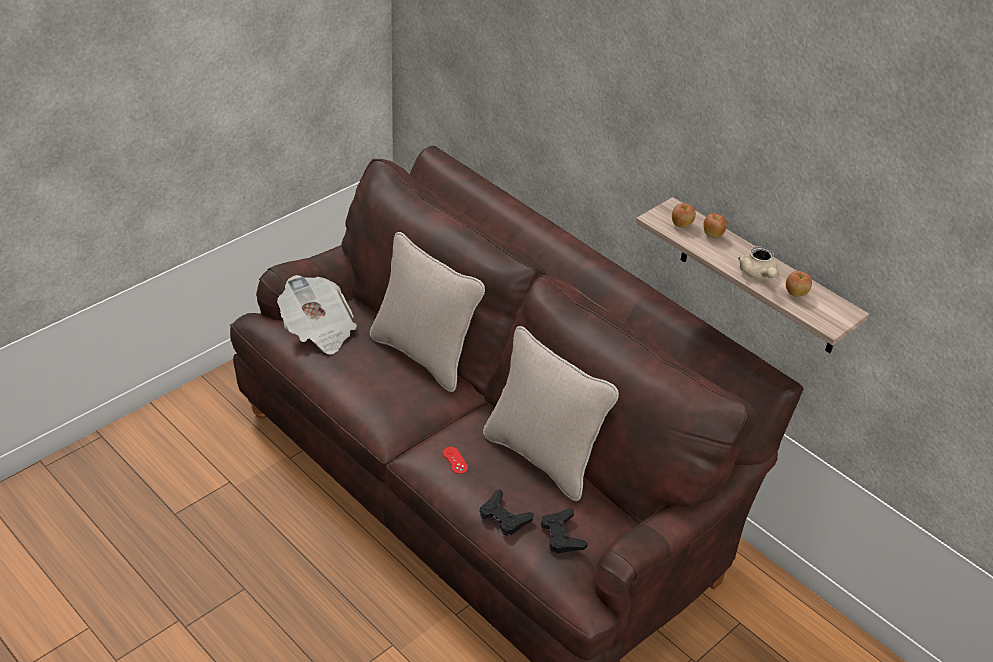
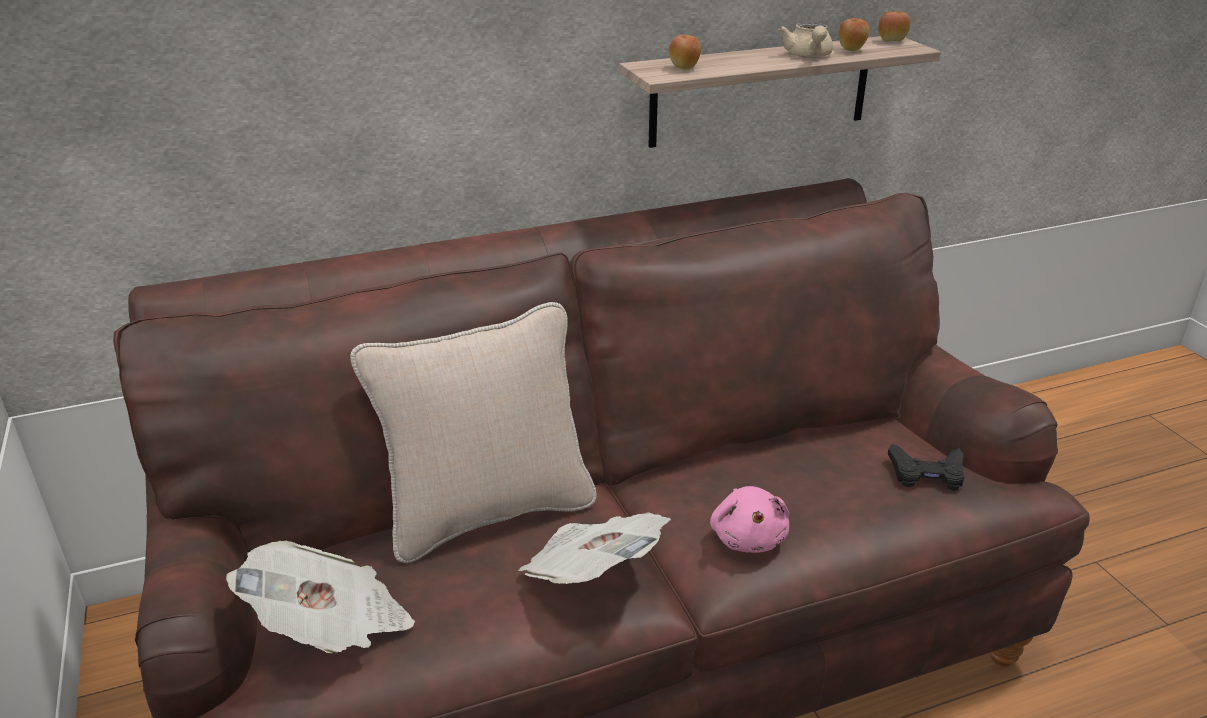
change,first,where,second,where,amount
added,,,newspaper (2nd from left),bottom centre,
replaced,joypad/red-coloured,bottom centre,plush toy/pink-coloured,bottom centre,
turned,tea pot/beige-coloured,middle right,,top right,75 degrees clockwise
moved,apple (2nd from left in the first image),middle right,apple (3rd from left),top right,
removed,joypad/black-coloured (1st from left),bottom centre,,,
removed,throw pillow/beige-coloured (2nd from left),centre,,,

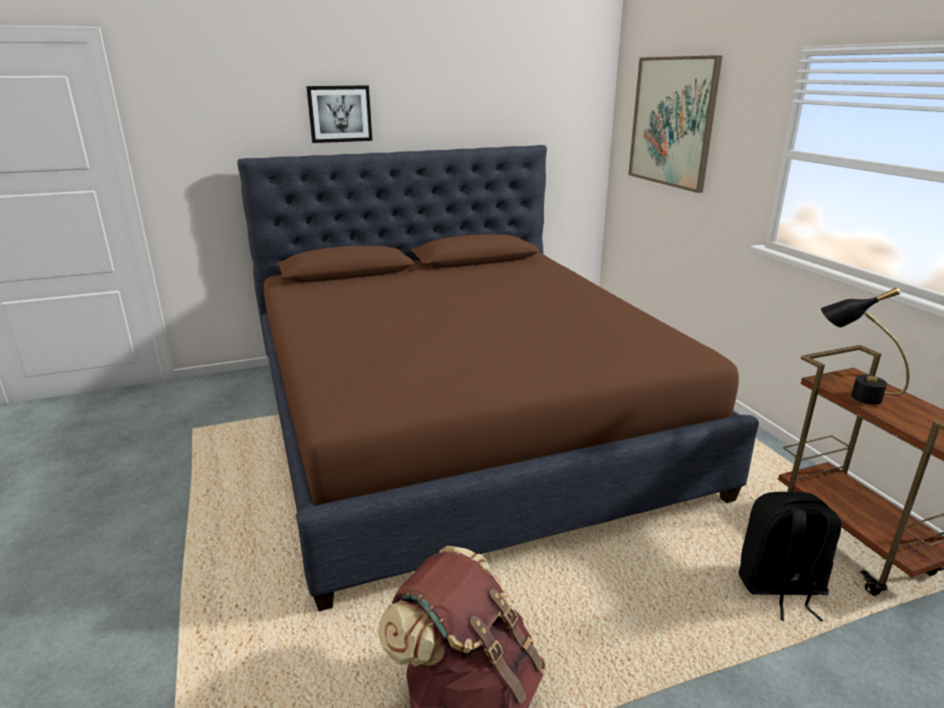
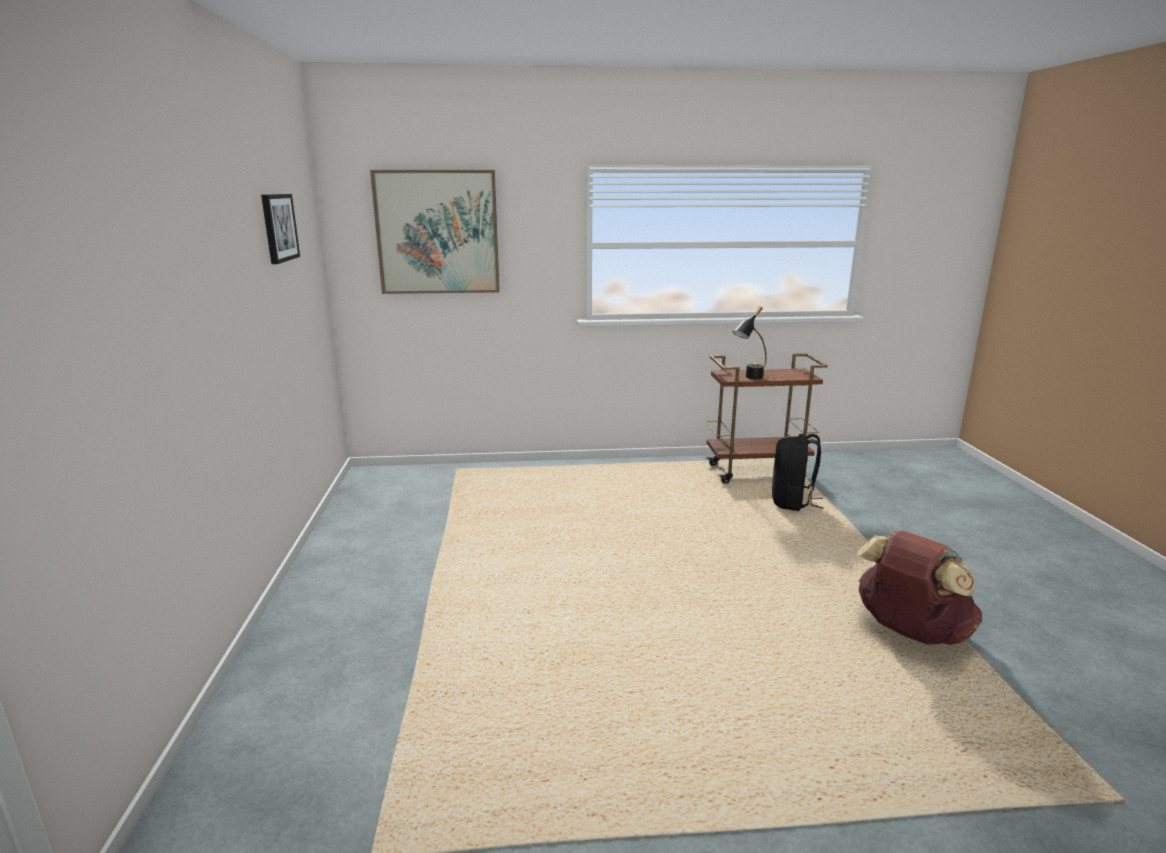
change,first,where,second,where,amount
moved,picture (1st from left),top centre,,top left,
removed,bedroom bed/brownish,centre,,,

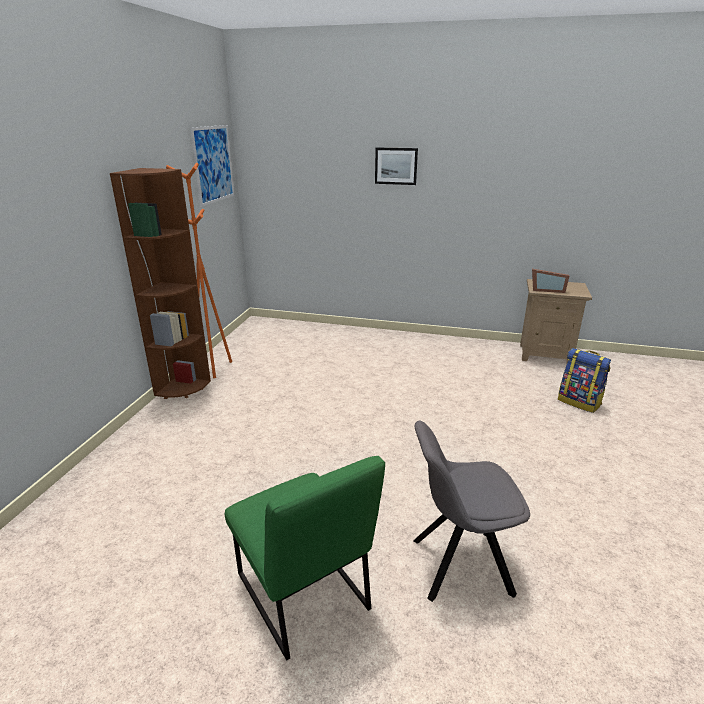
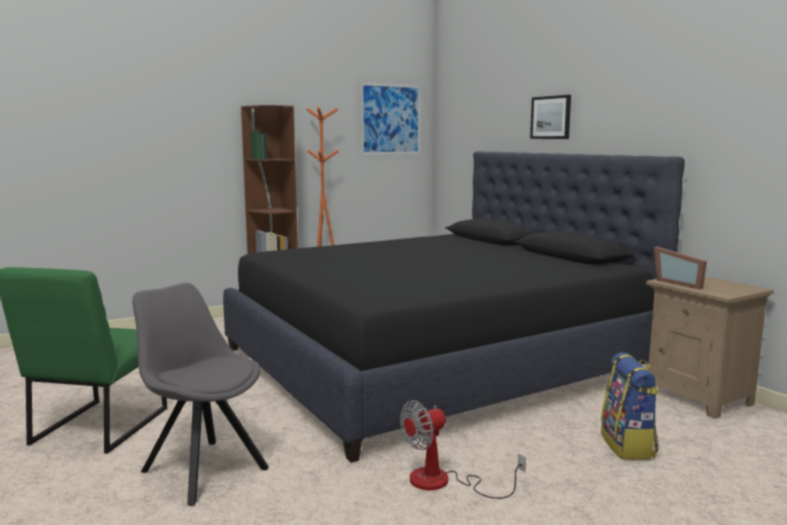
change,first,where,second,where,amount
added,,,bedroom bed/black-coloured,centre,
added,,,electric fan,bottom centre,

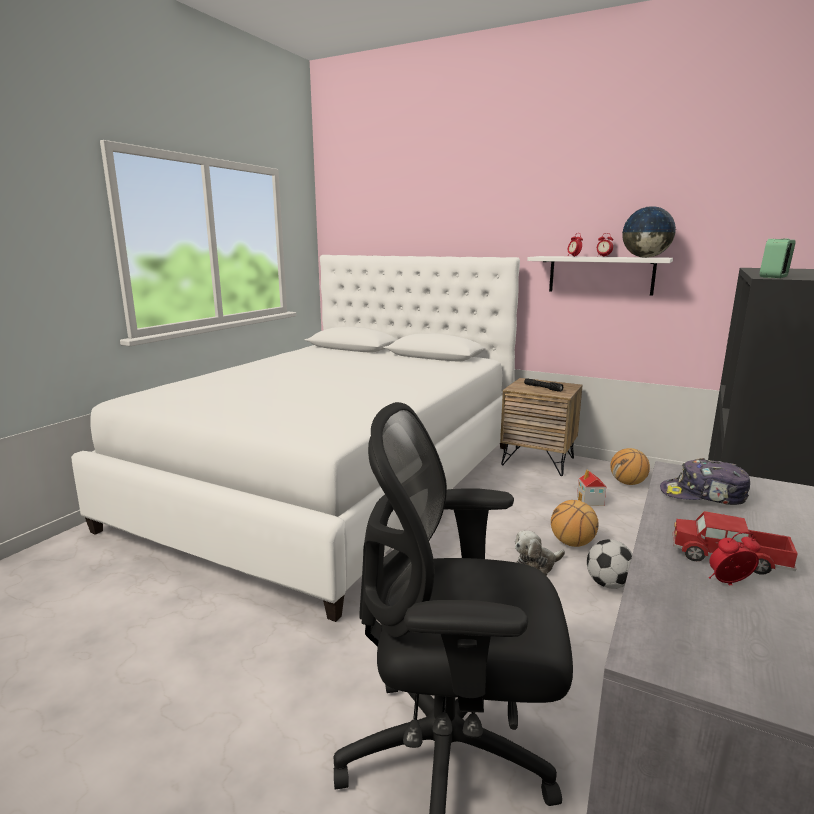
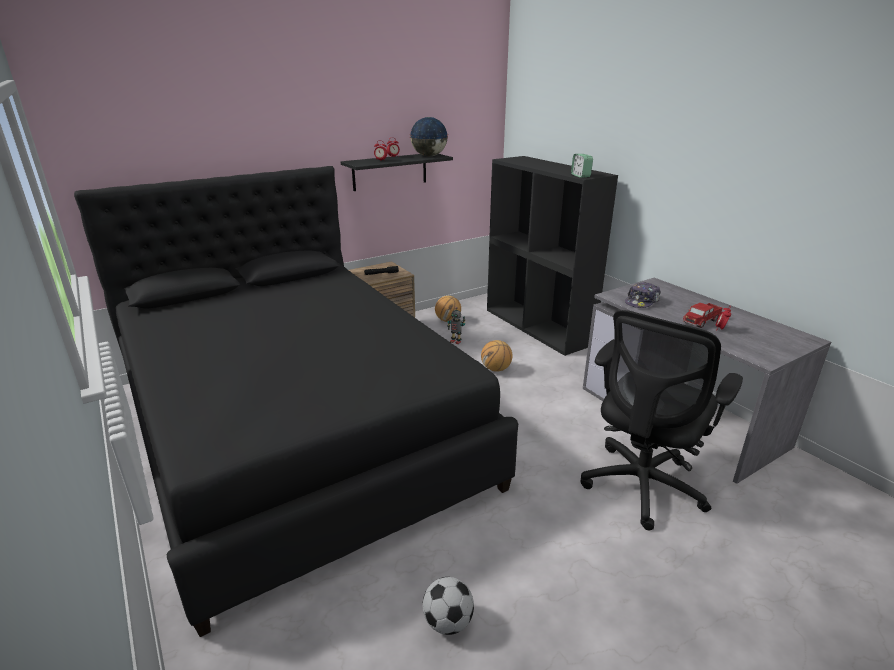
change,first,where,second,where,amount
recoloured,bedroom bed/white-coloured,centre,bedroom bed/black-coloured,middle left,
recoloured,bracket shelf/white-coloured,middle right,bracket shelf/black-coloured,top centre,
moved,football,bottom right,,bottom centre,
replaced,toy house,middle right,robot figure,centre,
removed,plush toy,bottom centre,,,

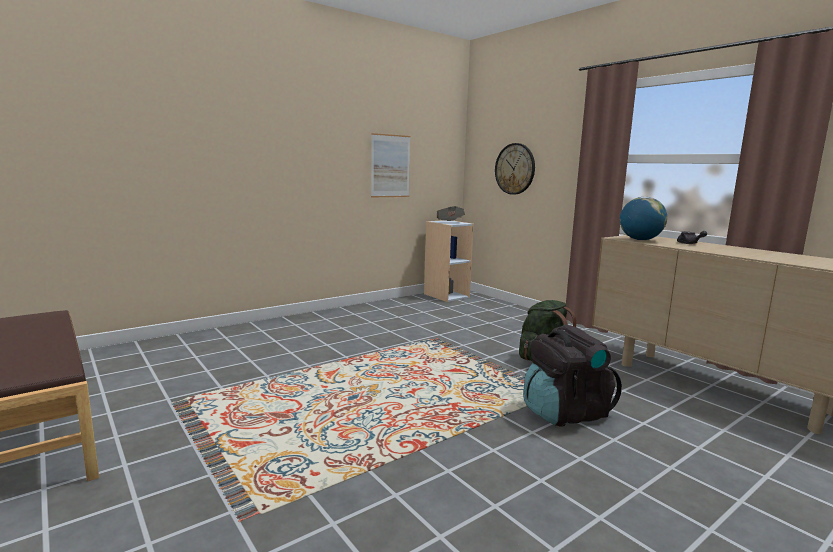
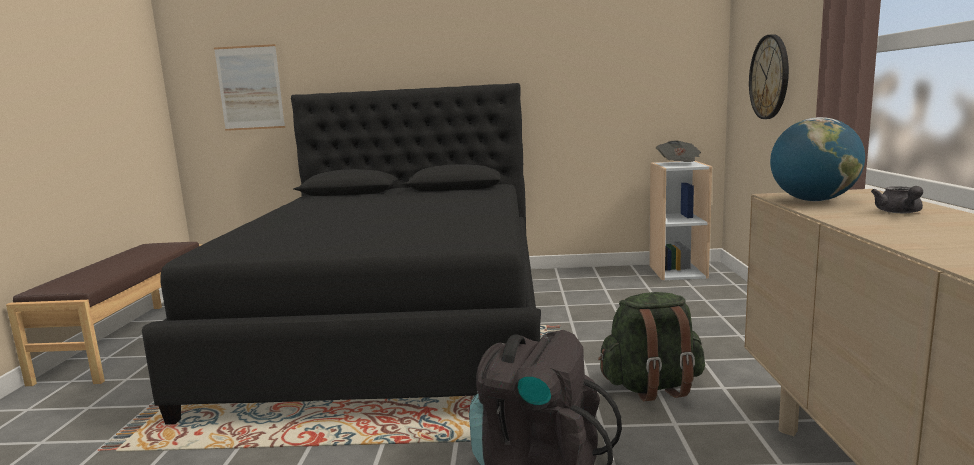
change,first,where,second,where,amount
added,,,bedroom bed/black-coloured,centre,
moved,picture,top centre,,top left,

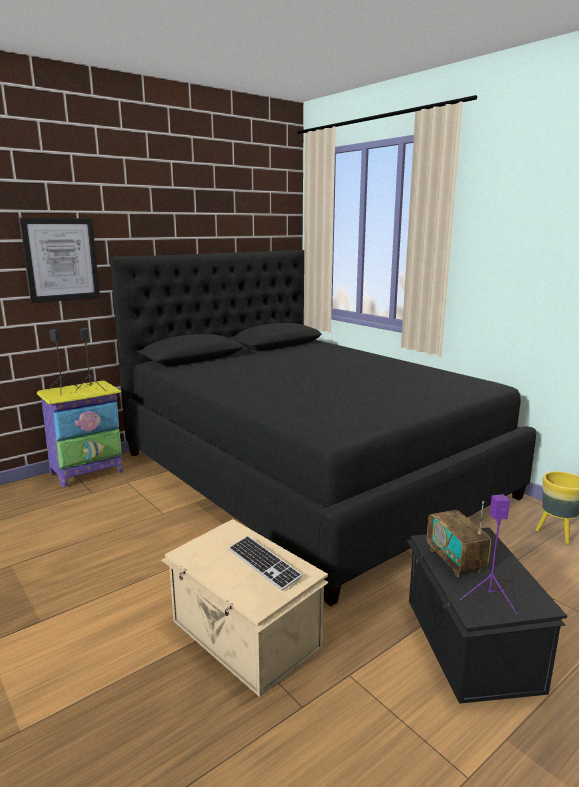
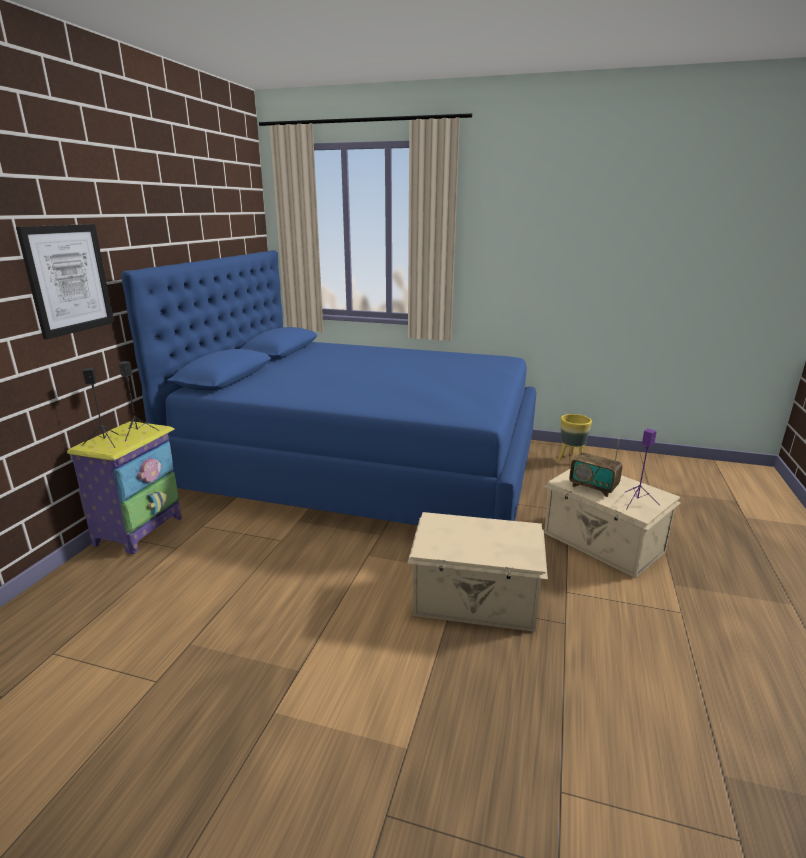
change,first,where,second,where,amount
recoloured,bedroom bed/black-coloured,centre,bedroom bed/blue-coloured,centre,
recoloured,storage container/black-coloured,bottom right,storage container/beige-coloured (2nd from left),middle right,
removed,PC keyboard,bottom centre,,,

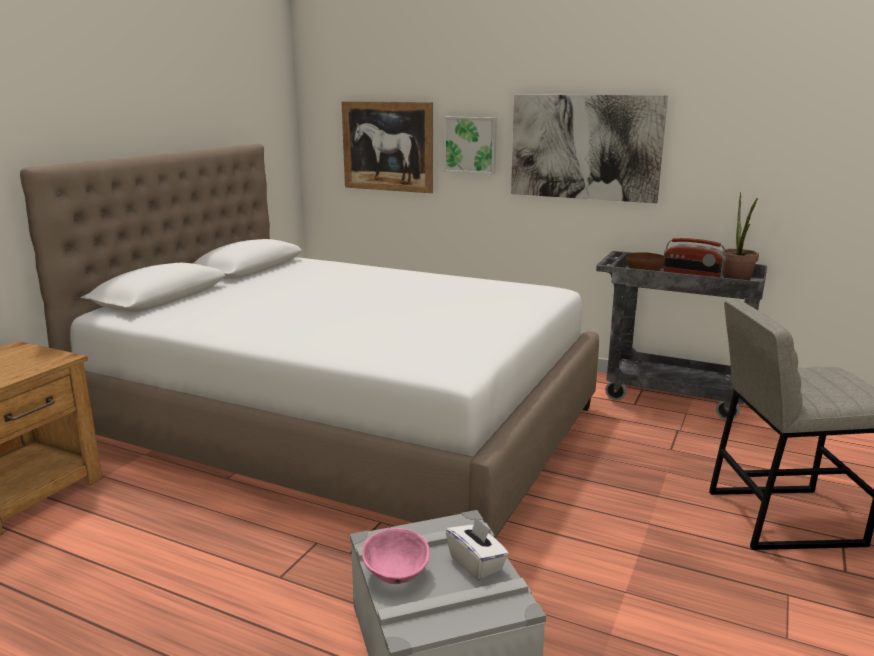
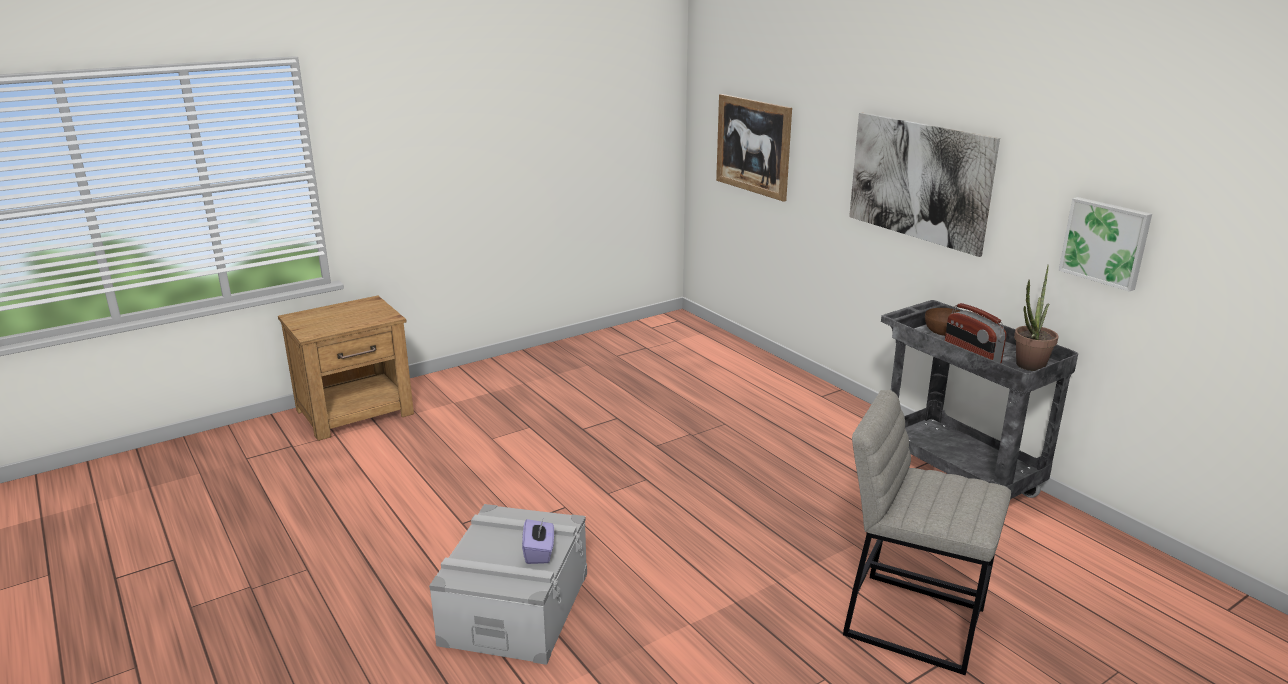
change,first,where,second,where,amount
recoloured,tissue box/white-coloured,bottom centre,tissue box/purple,bottom centre,
moved,picture (2nd from left in the first image),top centre,picture (3rd from left),middle right,
removed,bedroom bed/white-coloured,centre,,,
removed,serving bowl/pink-coloured,bottom centre,,,

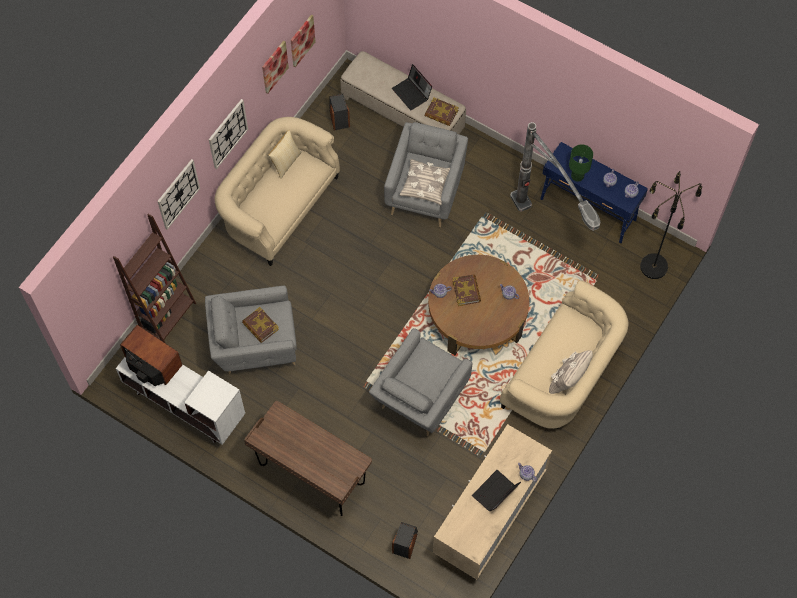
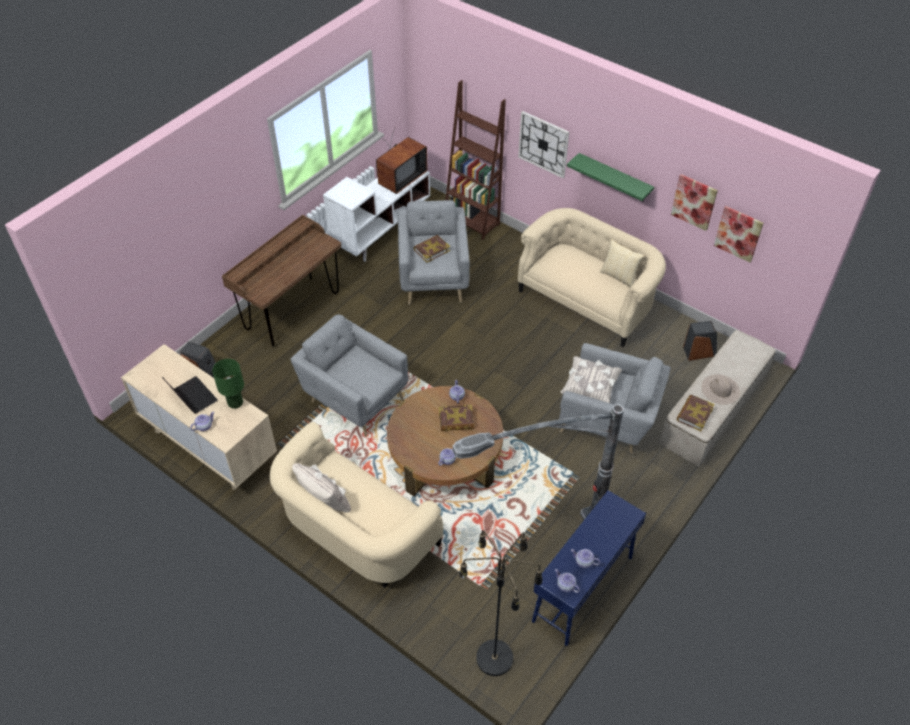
change,first,where,second,where,amount
moved,tabletop lamp/green-coloured,top right,,middle left,
replaced,wall clock (2nd from left),top left,bracket shelf/green-coloured,top right,
replaced,laptop (1st from left),top centre,clothing hat/beige-coloured,middle right,

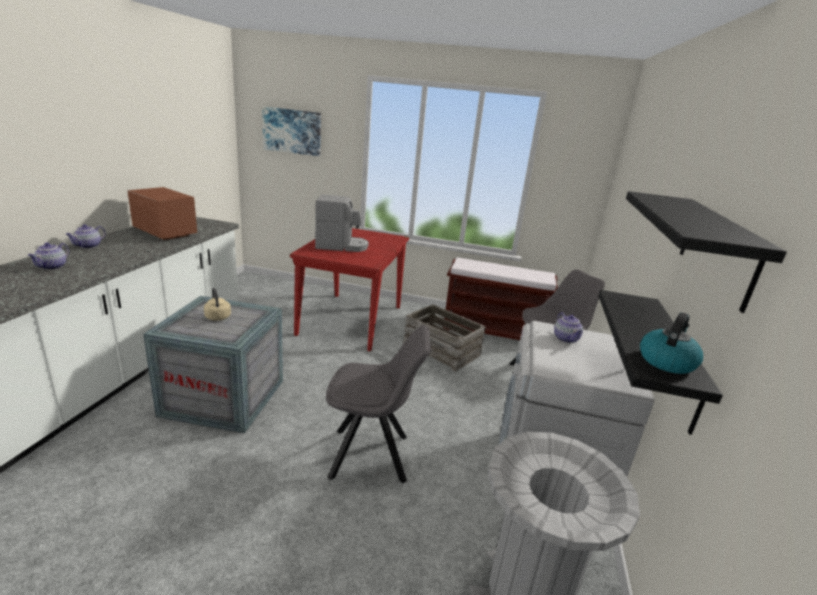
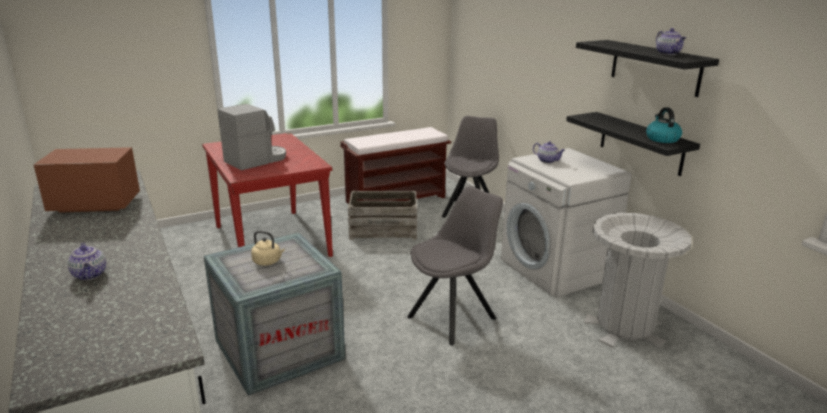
change,first,where,second,where,amount
moved,tea pot (2nd from left in the first image),middle left,tea pot (3rd from left),top right,
removed,picture,top centre,,,

